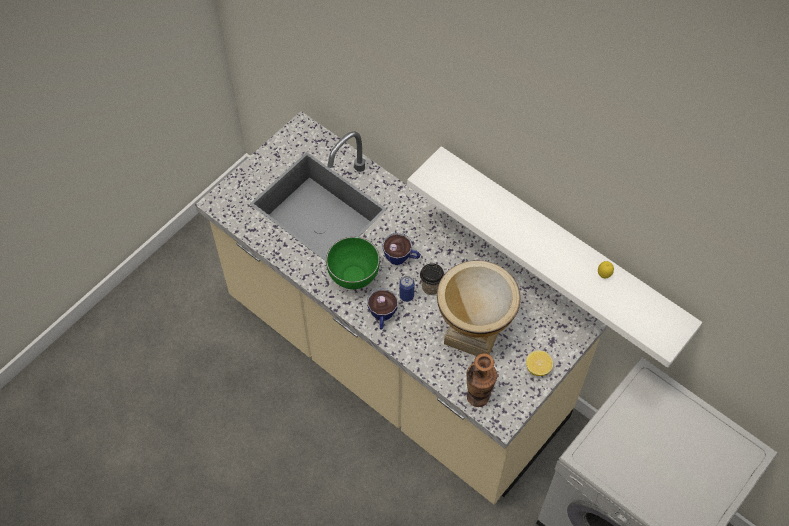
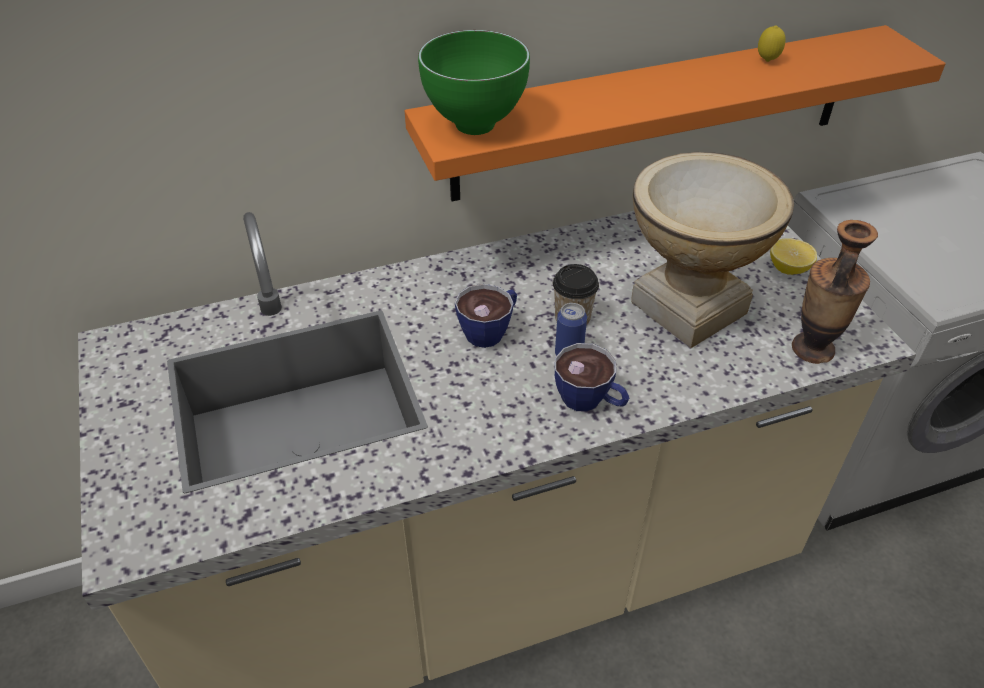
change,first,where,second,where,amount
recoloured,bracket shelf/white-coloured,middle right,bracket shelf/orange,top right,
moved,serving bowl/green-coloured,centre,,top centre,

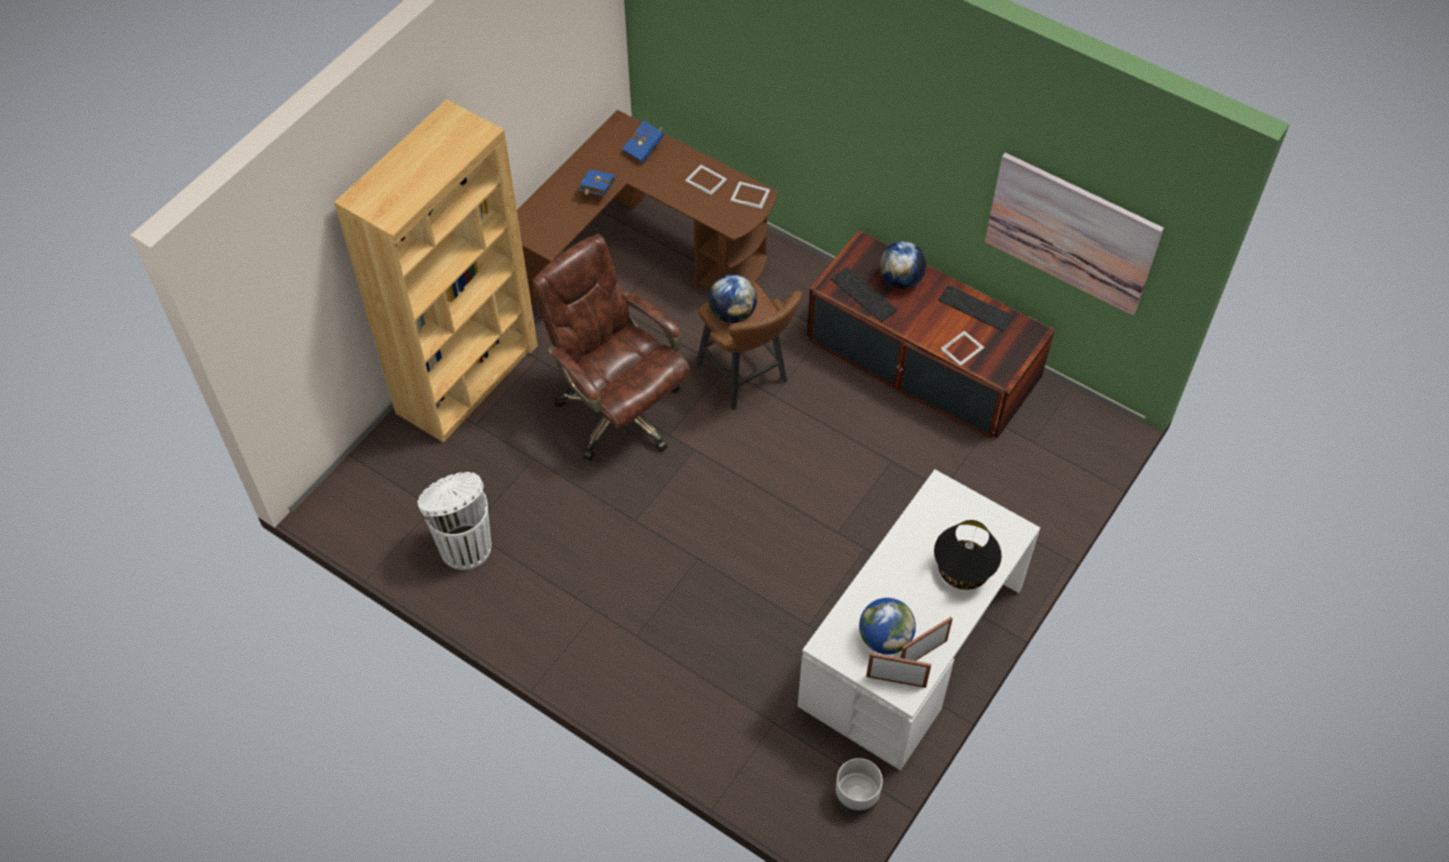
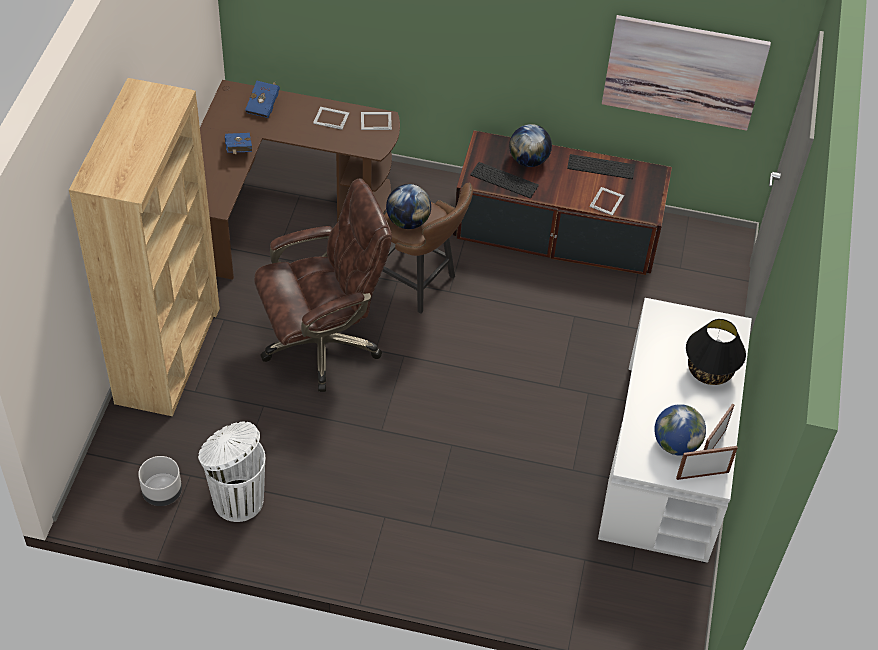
change,first,where,second,where,amount
moved,plant pot/grey,bottom centre,,bottom left,
turned,office chair/brownish,centre,,centre,135 degrees clockwise

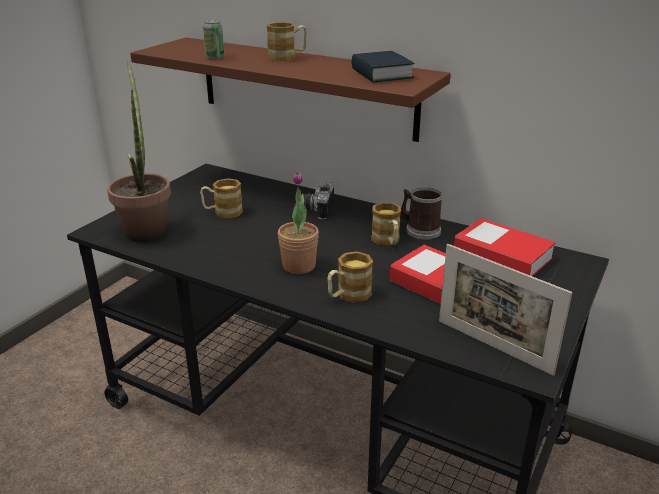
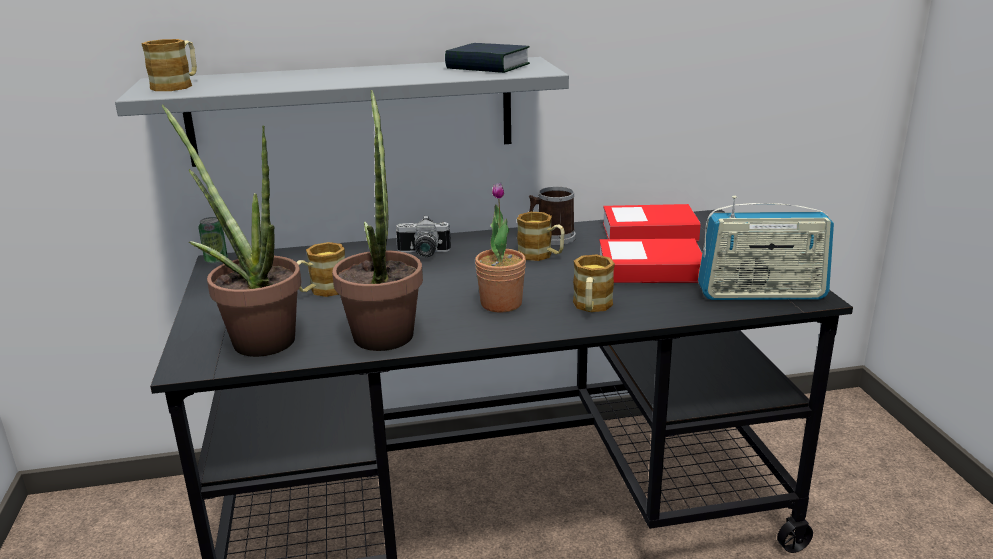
change,first,where,second,where,amount
recoloured,bracket shelf/brownish,top centre,bracket shelf/grey,top centre,
moved,mug (2nd from left in the first image),top centre,mug (1st from left),top left,
moved,metal can,top left,,middle left,
added,,,houseplant (2nd from left),centre,
turned,photo camera,centre,,centre,60 degrees counterclockwise
replaced,photo frame,middle right,radio set,middle right,

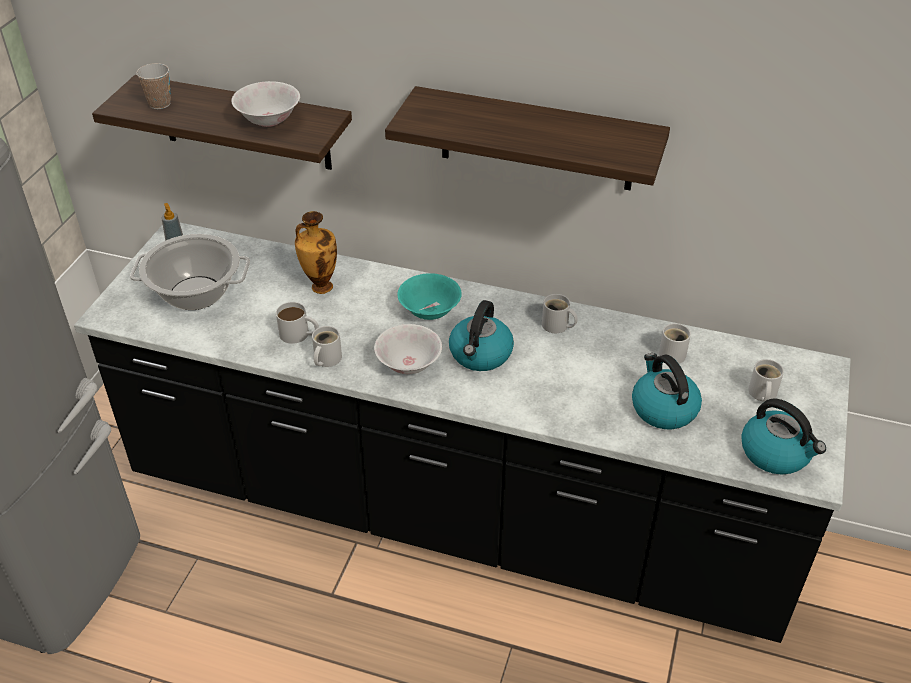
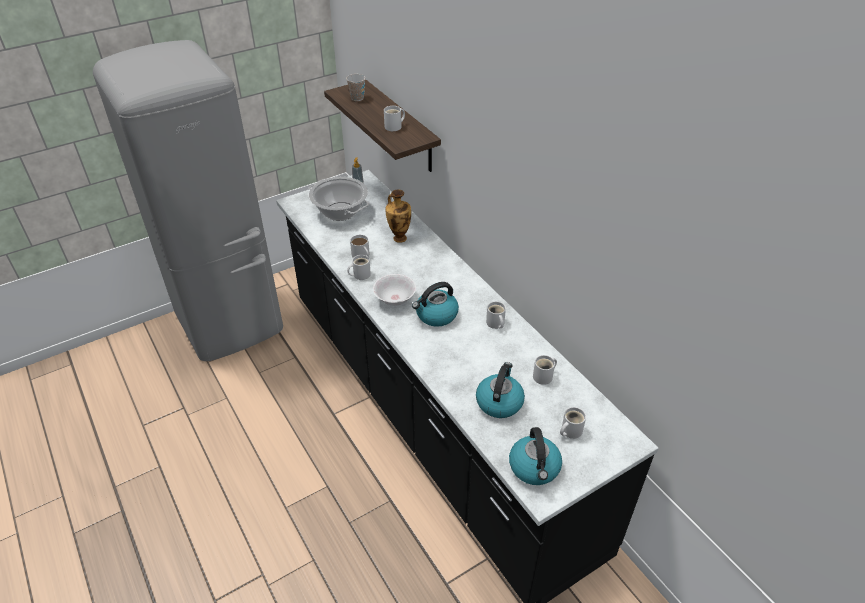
change,first,where,second,where,amount
replaced,serving bowl/white-coloured (1st from left),top left,mug/white-coloured (3rd from left),top centre,
removed,bracket shelf (2nd from left),top centre,,,
removed,serving bowl/turquoise,centre,,,

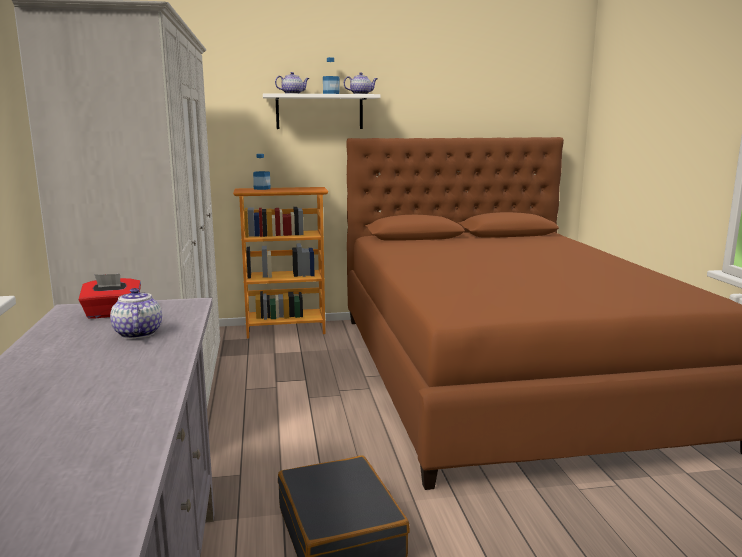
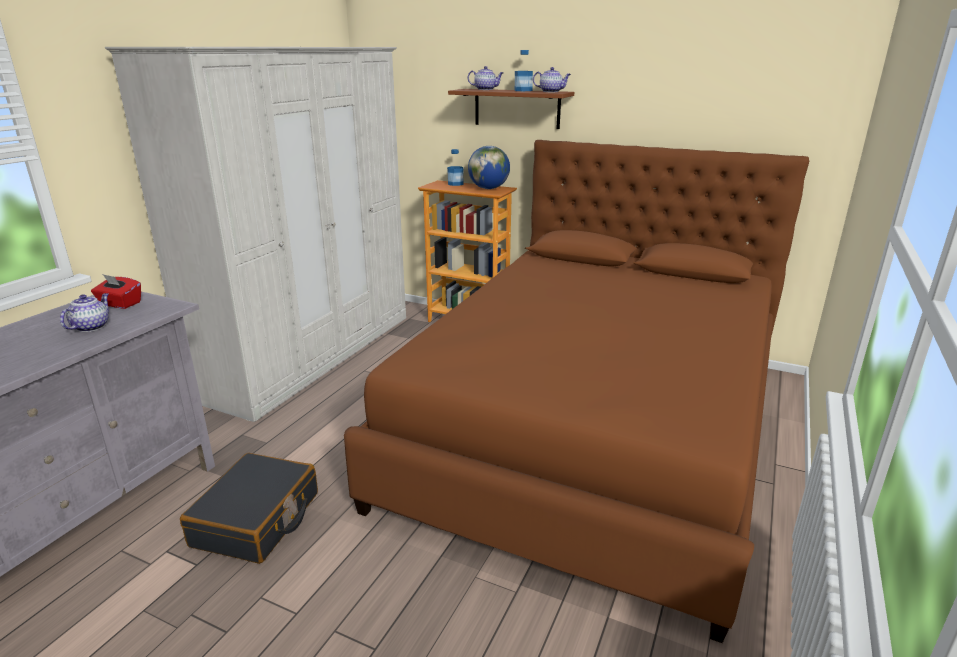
change,first,where,second,where,amount
recoloured,bracket shelf/white-coloured,top centre,bracket shelf/brownish,top centre,
added,,,desk globe,top centre,

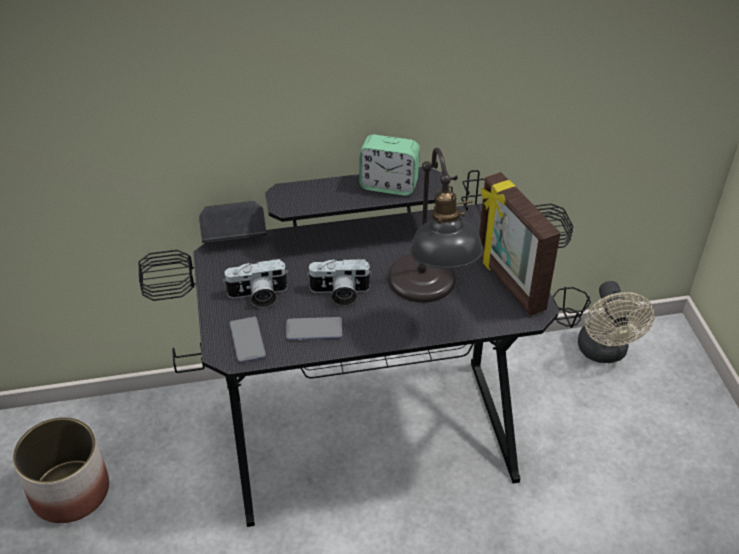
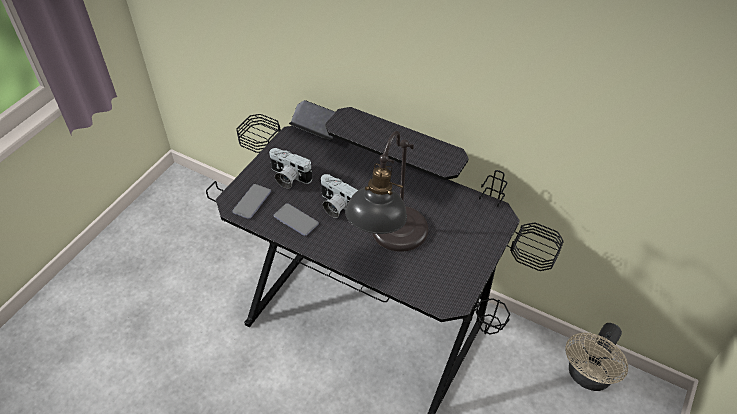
change,first,where,second,where,amount
removed,plant pot,bottom left,,,
removed,table clock,top centre,,,
removed,photo frame,middle right,,,

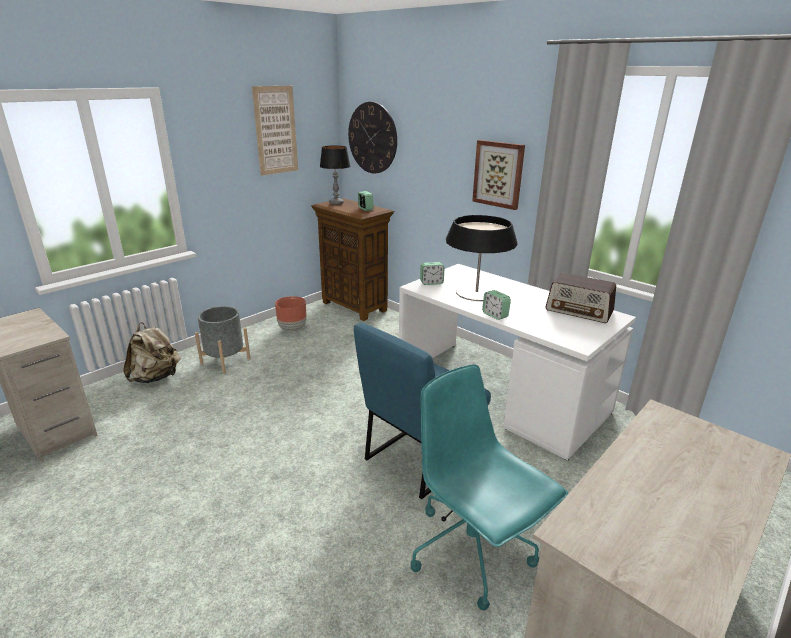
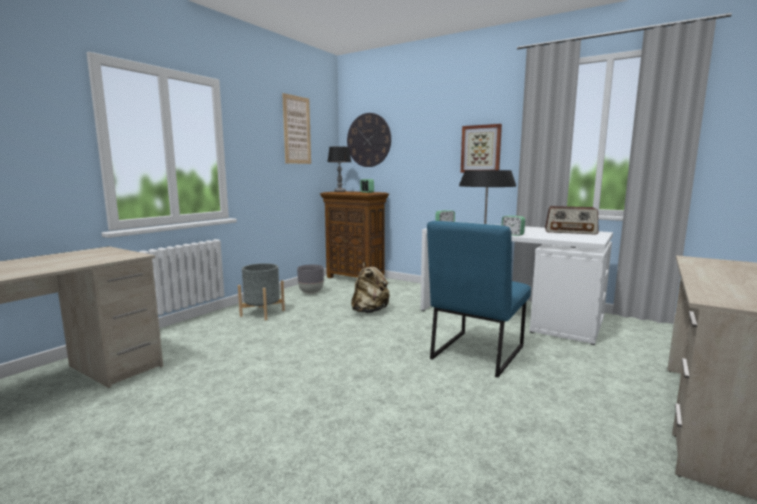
change,first,where,second,where,amount
recoloured,plant pot/brownish,centre,plant pot/grey (2nd from left),centre,
moved,backpack/beige-coloured,middle left,,centre,
removed,office chair/turquoise,bottom centre,,,

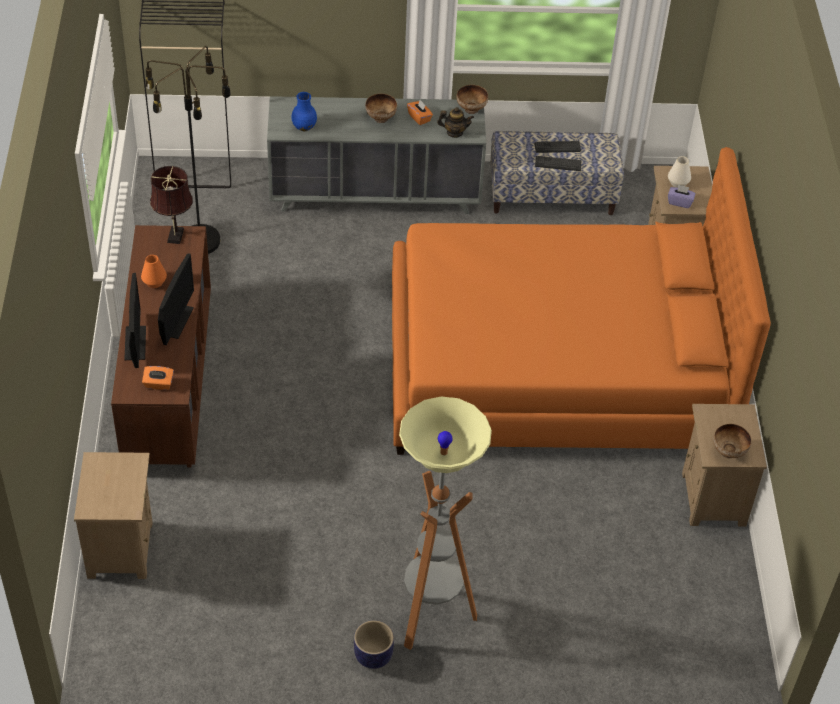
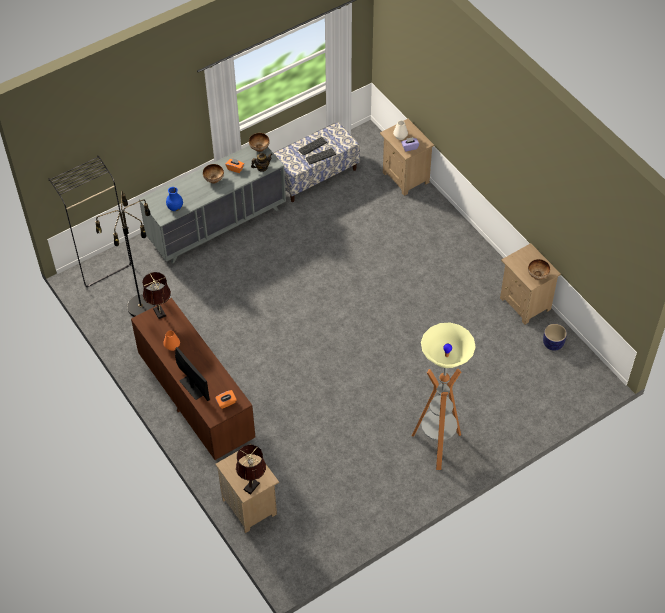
change,first,where,second,where,amount
added,,,tabletop lamp/brownish (2nd from left),bottom centre,
moved,plant pot,bottom centre,,middle right,
removed,computer screen (2nd from left),middle left,,,
removed,bedroom bed/orange,middle right,,,

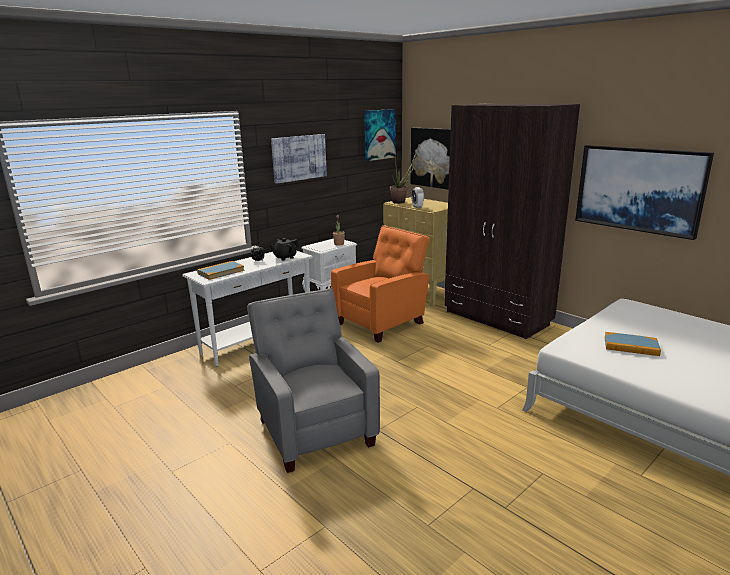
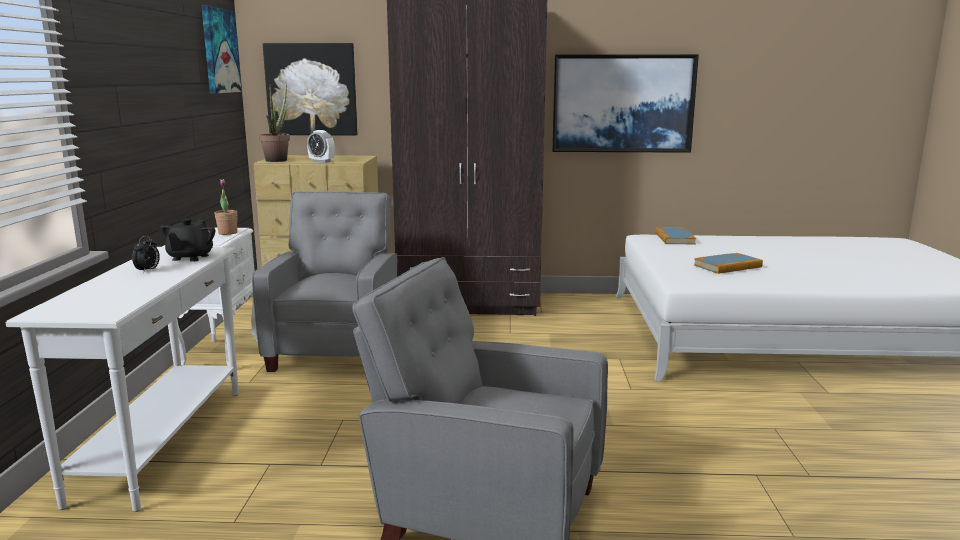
change,first,where,second,where,amount
recoloured,lounge chair/orange,centre,lounge chair/grey (1st from left),centre,
moved,book (1st from left),middle left,,middle right,
removed,picture (1st from left),top centre,,,

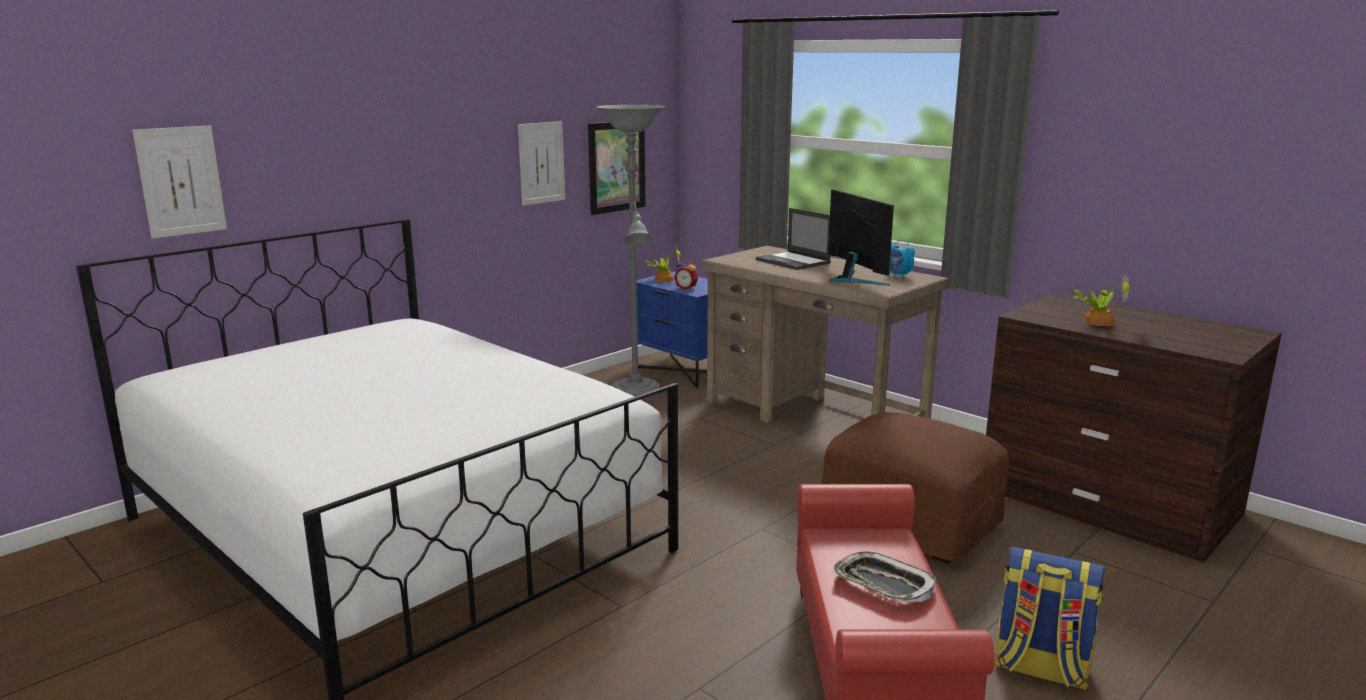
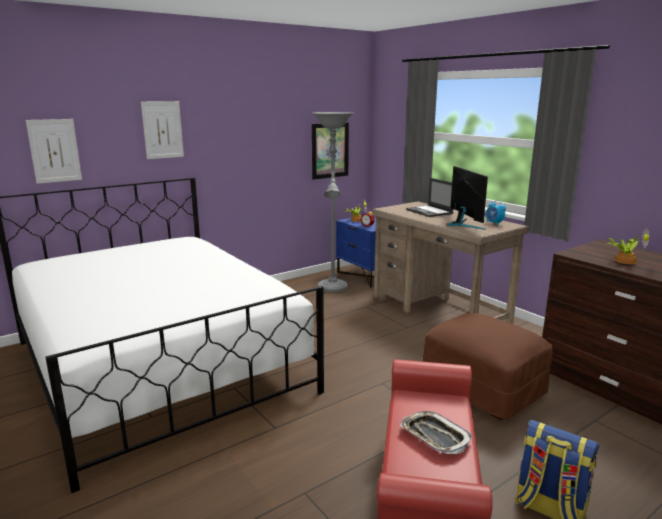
change,first,where,second,where,amount
moved,picture (2nd from left),top centre,,top left,

